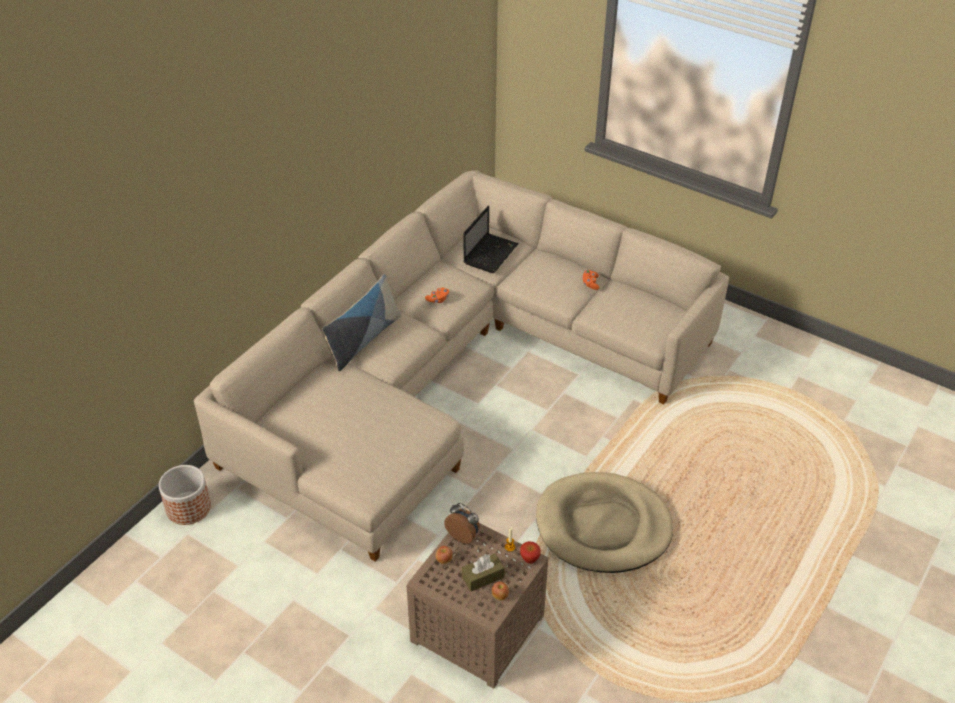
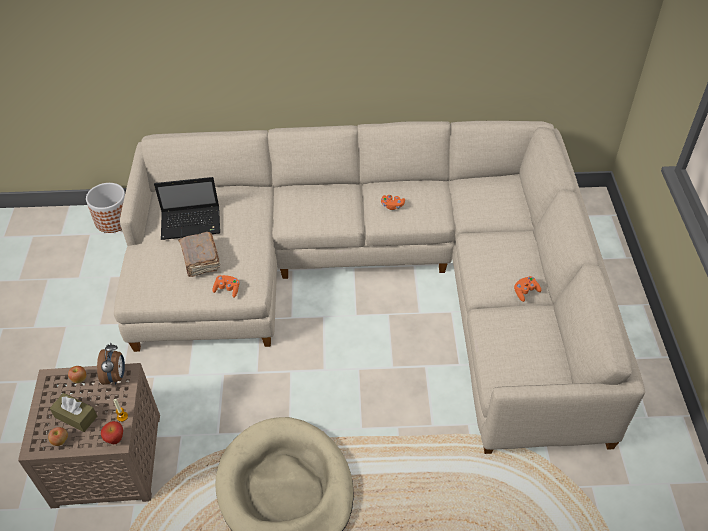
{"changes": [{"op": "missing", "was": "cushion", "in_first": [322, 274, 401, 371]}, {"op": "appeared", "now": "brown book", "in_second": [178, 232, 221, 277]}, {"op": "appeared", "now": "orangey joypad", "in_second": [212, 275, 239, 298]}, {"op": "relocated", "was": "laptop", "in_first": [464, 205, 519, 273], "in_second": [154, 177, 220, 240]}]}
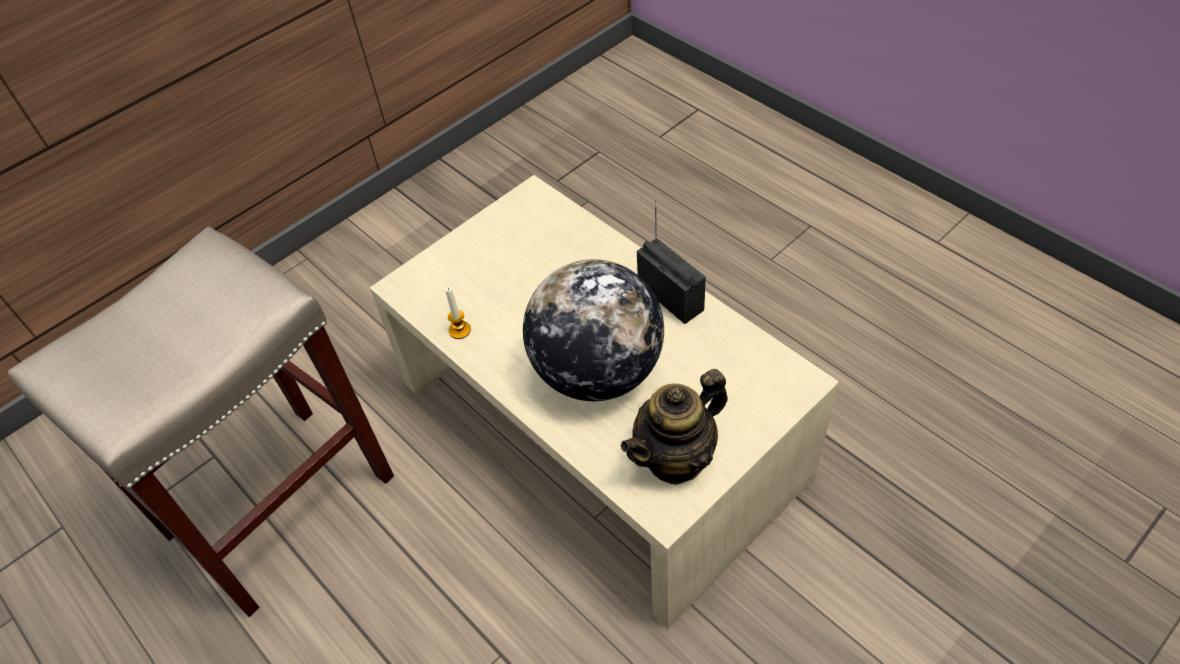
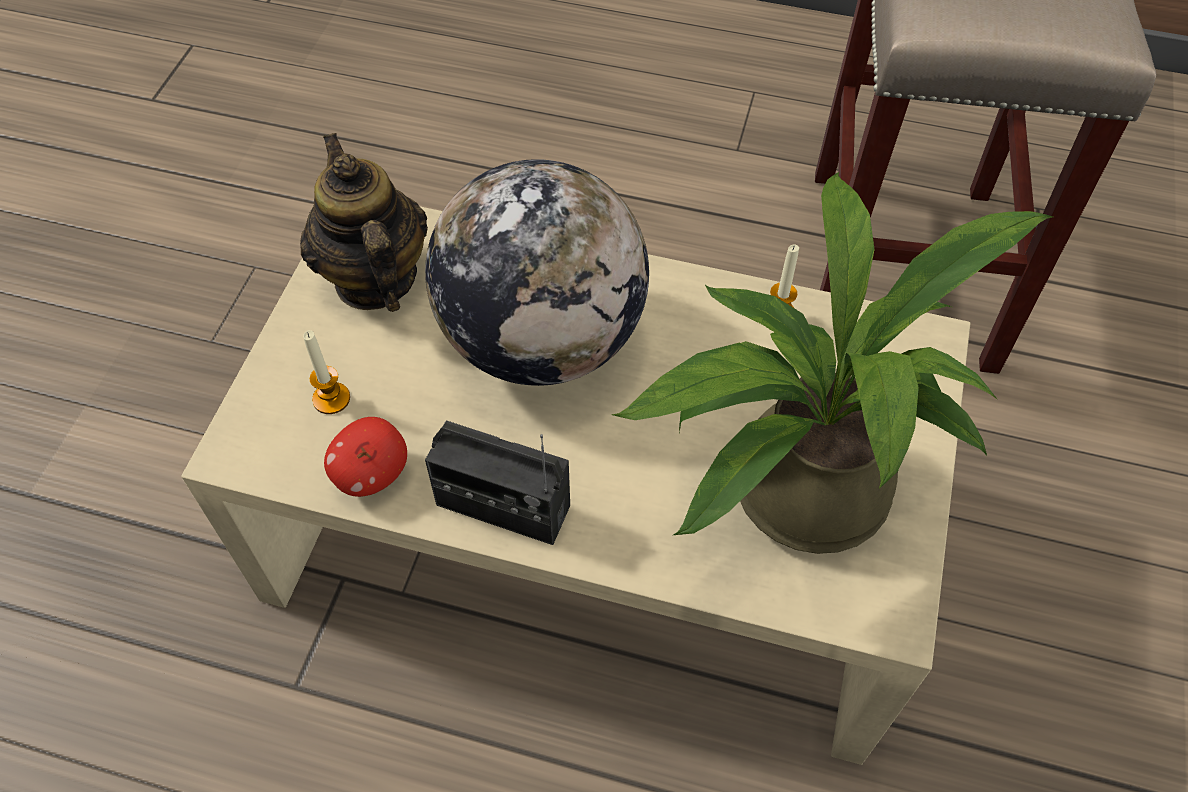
{"changes": [{"op": "appeared", "now": "wax light", "in_second": [303, 330, 350, 414]}, {"op": "appeared", "now": "whole apple", "in_second": [324, 417, 407, 497]}, {"op": "appeared", "now": "plant in a pot", "in_second": [612, 172, 1053, 554]}, {"op": "spun", "was": "tea pot", "in_first": [620, 369, 728, 485], "in_second": [300, 133, 428, 312], "clockwise": -45}]}
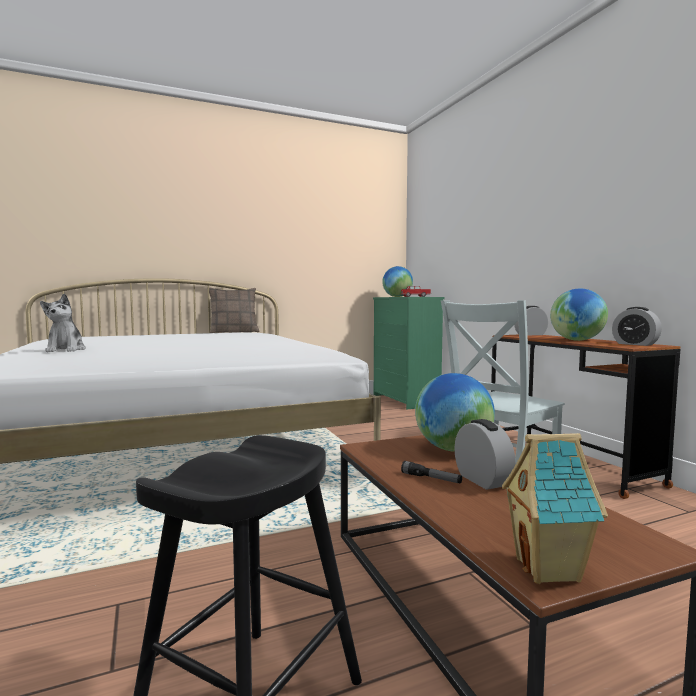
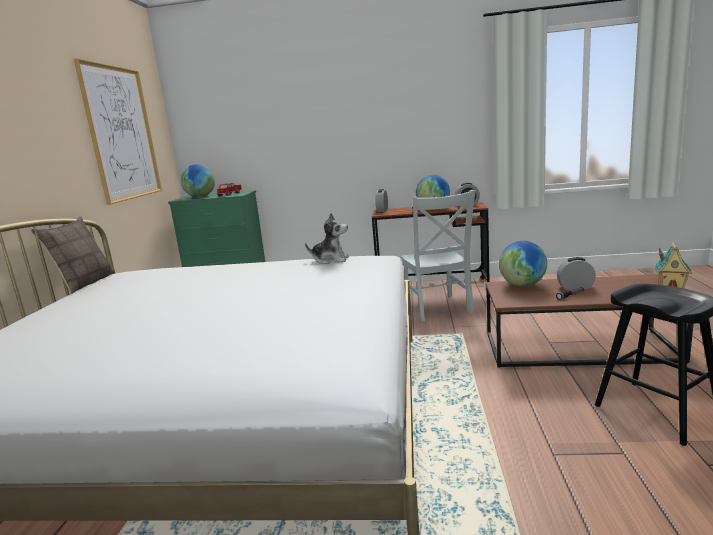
{"changes": [{"op": "appeared", "now": "wall art", "in_second": [74, 58, 162, 205]}, {"op": "relocated", "was": "cuddly toy", "in_first": [40, 294, 86, 352], "in_second": [305, 213, 349, 264]}]}
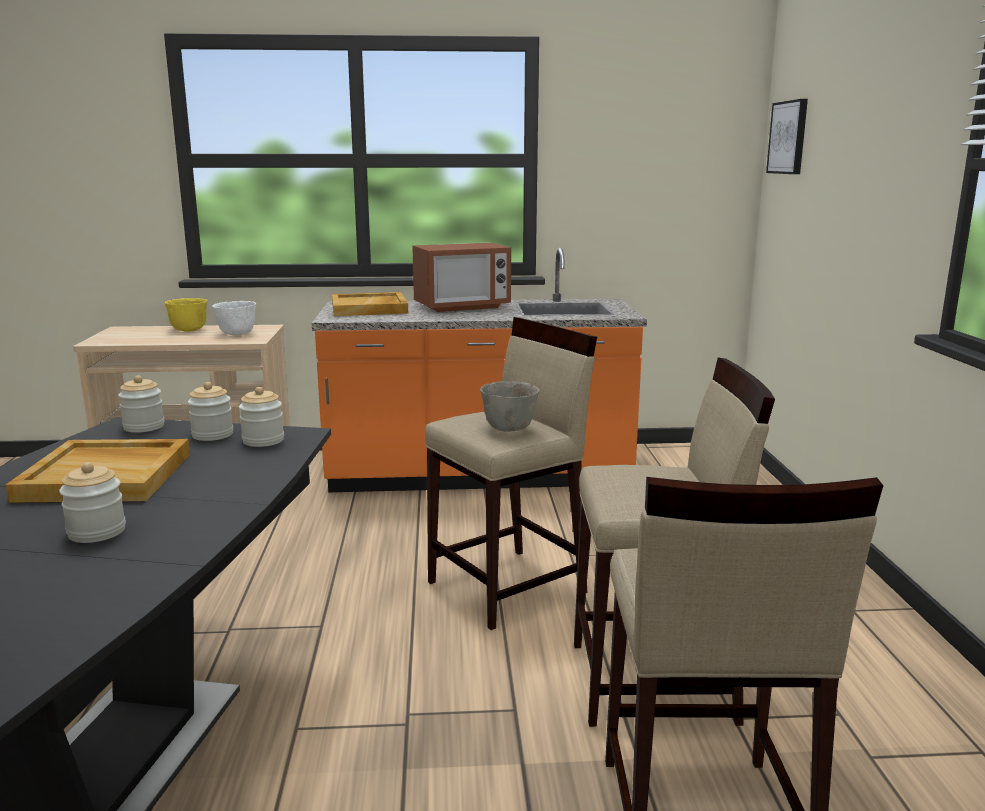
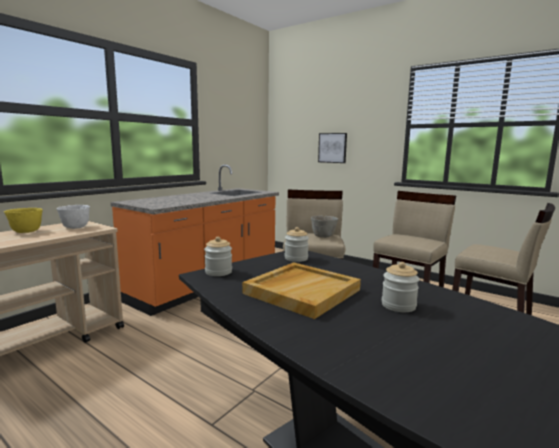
{"changes": [{"op": "missing", "was": "storage jar", "in_first": [188, 382, 233, 441]}, {"op": "missing", "was": "beige carrying tray", "in_first": [332, 292, 408, 316]}, {"op": "missing", "was": "microwave", "in_first": [412, 242, 511, 312]}, {"op": "relocated", "was": "wall art", "in_first": [766, 99, 808, 174], "in_second": [318, 133, 347, 163]}]}
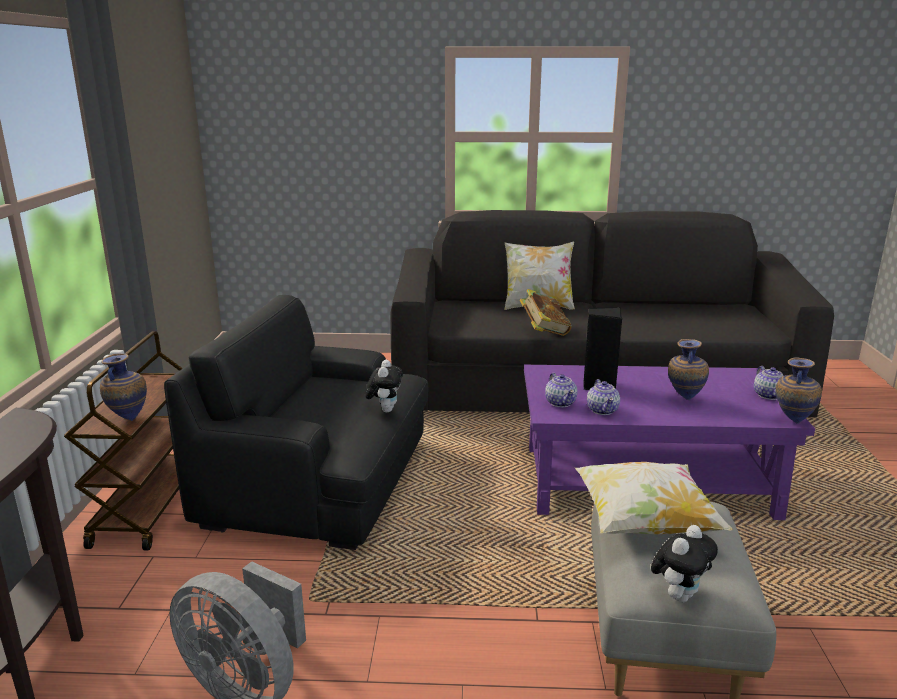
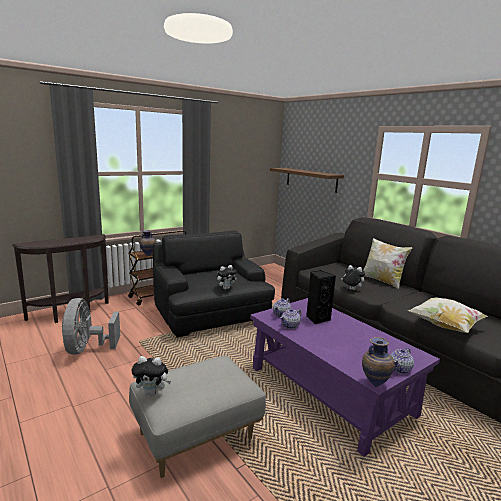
{"changes": [{"op": "missing", "was": "flower vase", "in_first": [668, 339, 709, 400]}, {"op": "appeared", "now": "brown shelf", "in_second": [270, 168, 344, 193]}, {"op": "relocated", "was": "cushion", "in_first": [575, 462, 733, 535], "in_second": [408, 297, 488, 333]}, {"op": "exchanged", "was": "book", "now": "cuddly toy", "in_first": [520, 289, 572, 336], "in_second": [341, 265, 365, 290]}]}
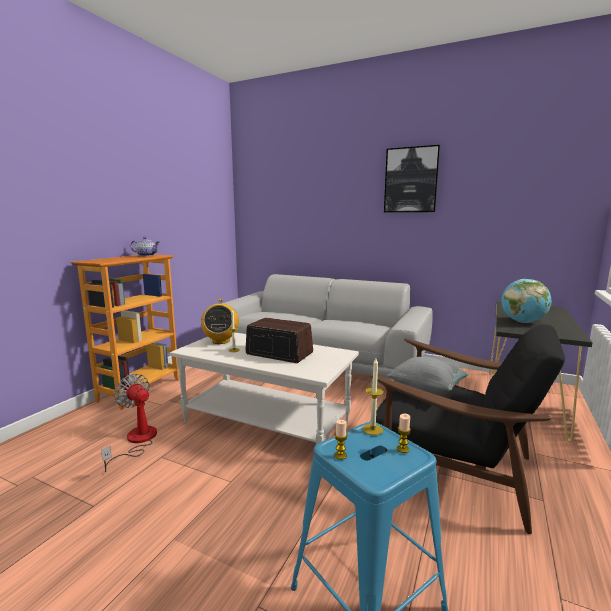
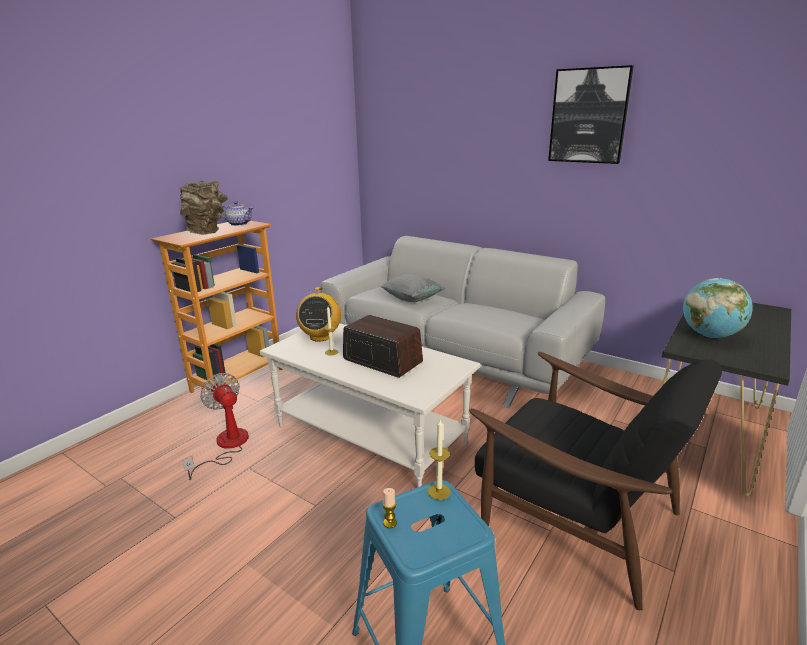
{"changes": [{"op": "missing", "was": "wax light", "in_first": [397, 414, 411, 453]}, {"op": "appeared", "now": "brown flower vase", "in_second": [180, 180, 228, 235]}, {"op": "relocated", "was": "greyish cushion", "in_first": [387, 357, 469, 395], "in_second": [381, 274, 445, 302]}]}
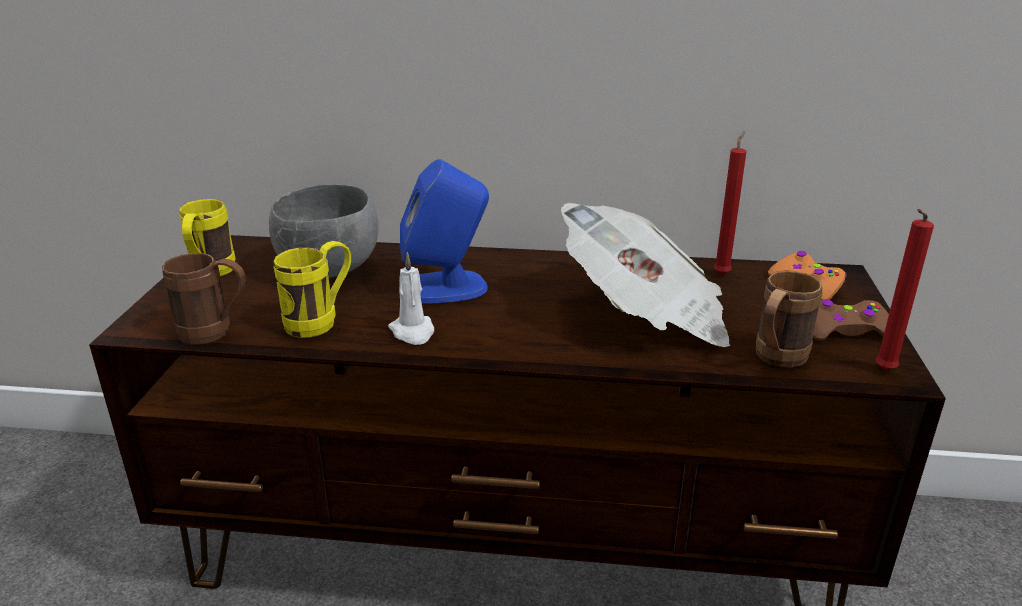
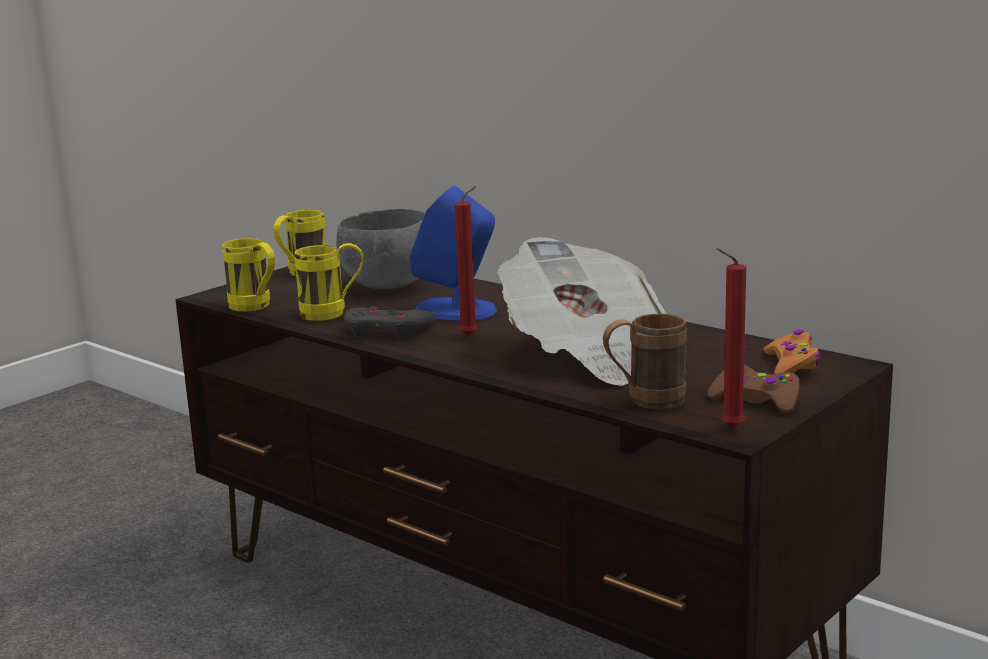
{"changes": [{"op": "relocated", "was": "red wax light", "in_first": [714, 131, 747, 275], "in_second": [455, 186, 478, 336]}, {"op": "exchanged", "was": "whitish wax light", "now": "greyish joypad", "in_first": [388, 252, 434, 345], "in_second": [344, 306, 435, 340]}, {"op": "colour", "was": "brown coffee mug", "now": "yellowish coffee mug", "in_first": [162, 253, 246, 345], "in_second": [222, 238, 275, 312]}]}
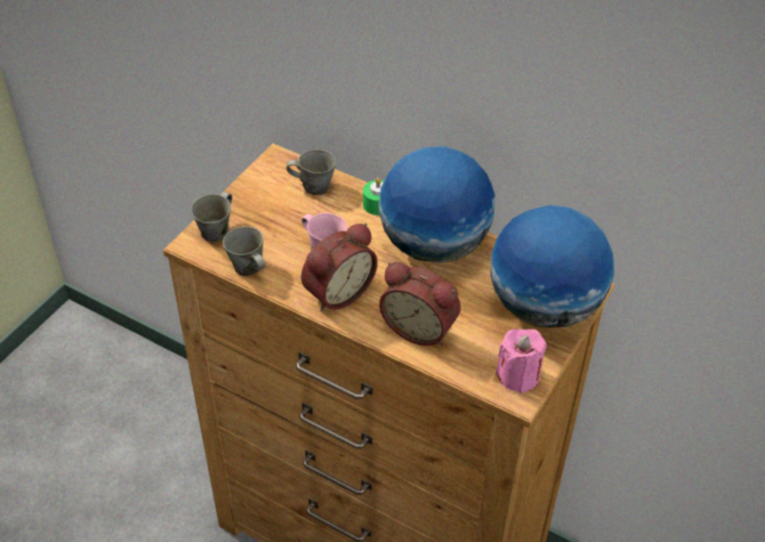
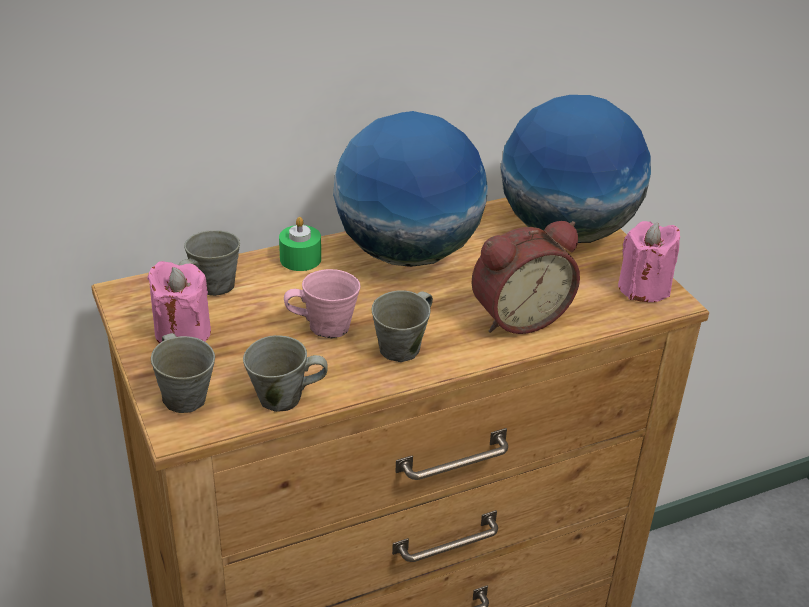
{"changes": [{"op": "appeared", "now": "pinkish wax light", "in_second": [147, 261, 211, 343]}, {"op": "exchanged", "was": "bedside clock", "now": "greyish coffee mug", "in_first": [301, 223, 378, 312], "in_second": [372, 290, 433, 362]}]}
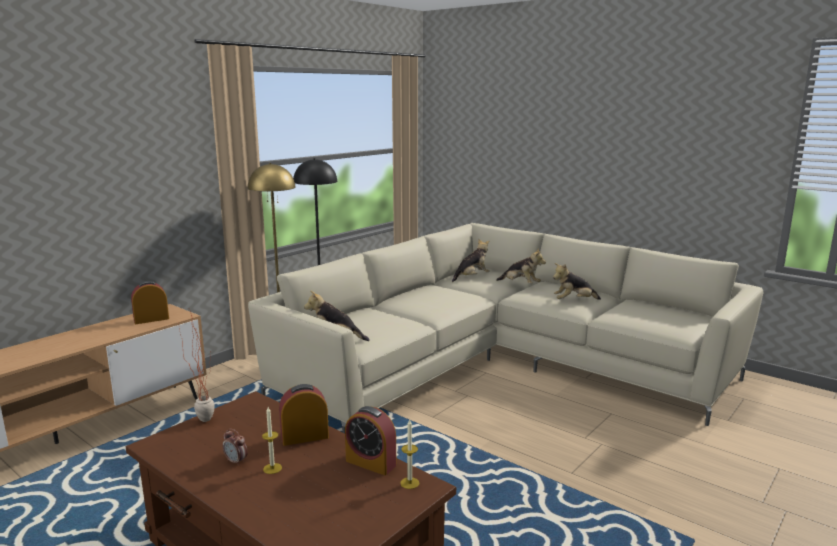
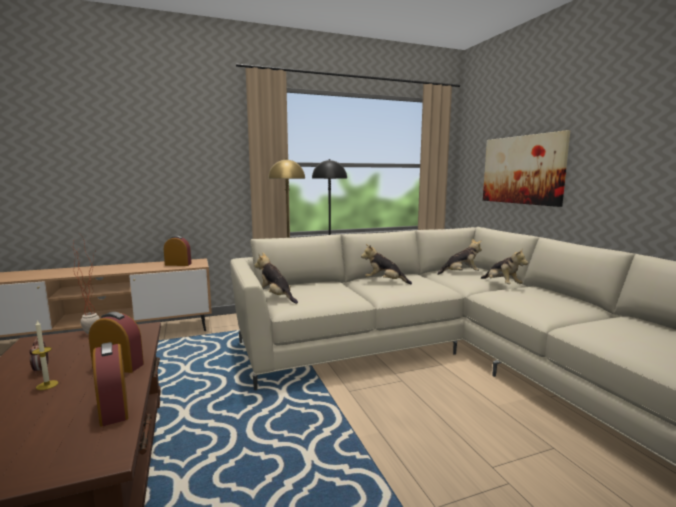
{"changes": [{"op": "missing", "was": "wax light", "in_first": [400, 419, 419, 489]}, {"op": "appeared", "now": "wall art", "in_second": [483, 130, 570, 207]}, {"op": "relocated", "was": "cuddly toy", "in_first": [553, 263, 601, 300], "in_second": [361, 244, 412, 284]}]}
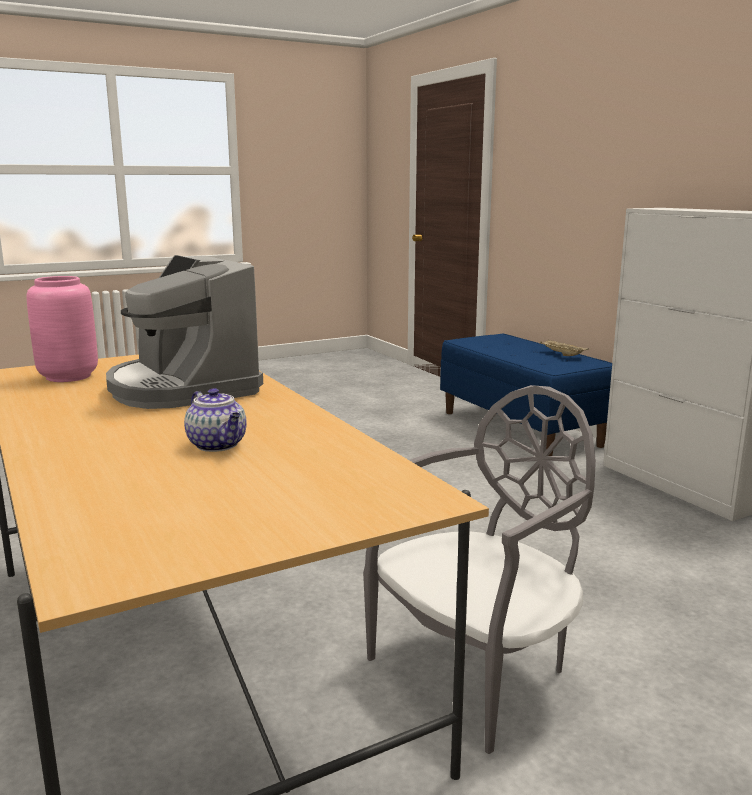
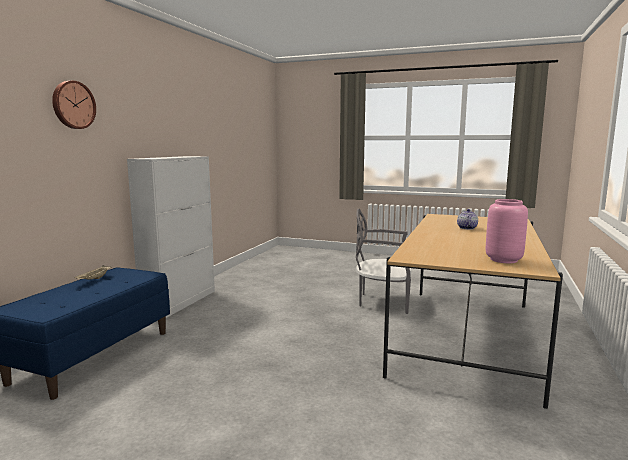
{"changes": [{"op": "missing", "was": "coffee brewer", "in_first": [106, 255, 263, 409]}, {"op": "appeared", "now": "clock on the wall", "in_second": [52, 81, 96, 129]}]}
